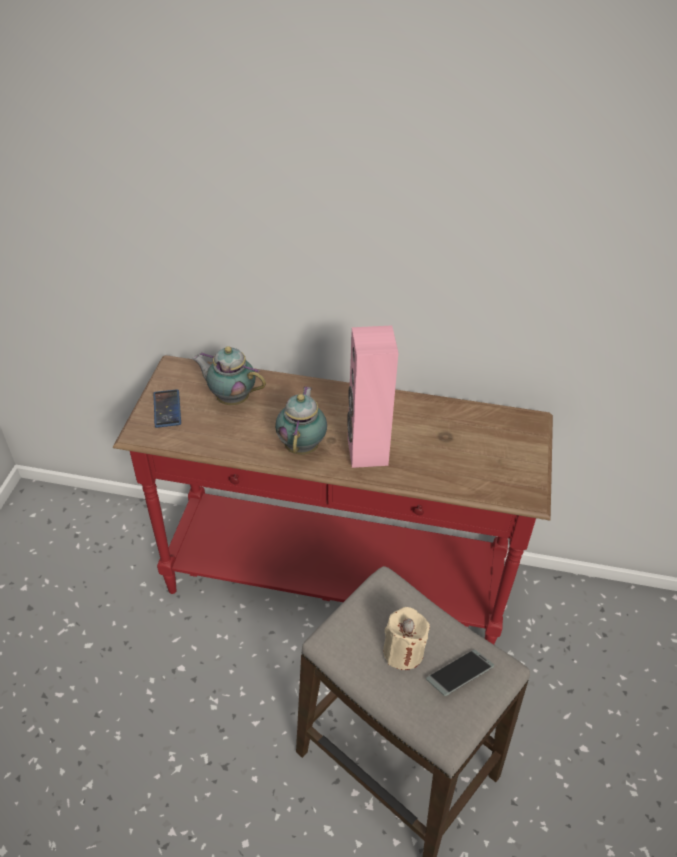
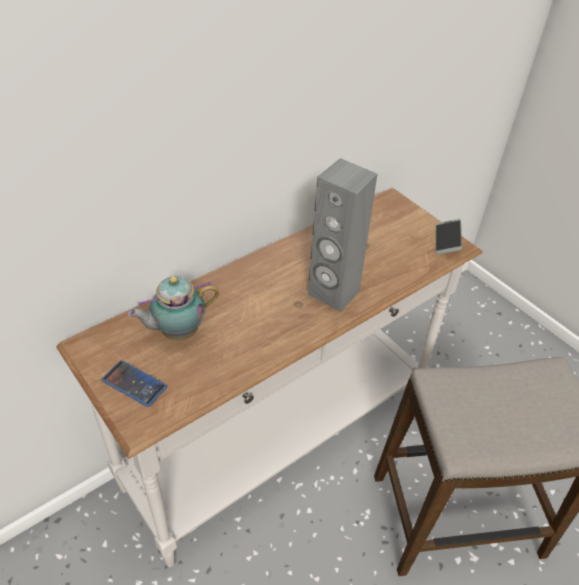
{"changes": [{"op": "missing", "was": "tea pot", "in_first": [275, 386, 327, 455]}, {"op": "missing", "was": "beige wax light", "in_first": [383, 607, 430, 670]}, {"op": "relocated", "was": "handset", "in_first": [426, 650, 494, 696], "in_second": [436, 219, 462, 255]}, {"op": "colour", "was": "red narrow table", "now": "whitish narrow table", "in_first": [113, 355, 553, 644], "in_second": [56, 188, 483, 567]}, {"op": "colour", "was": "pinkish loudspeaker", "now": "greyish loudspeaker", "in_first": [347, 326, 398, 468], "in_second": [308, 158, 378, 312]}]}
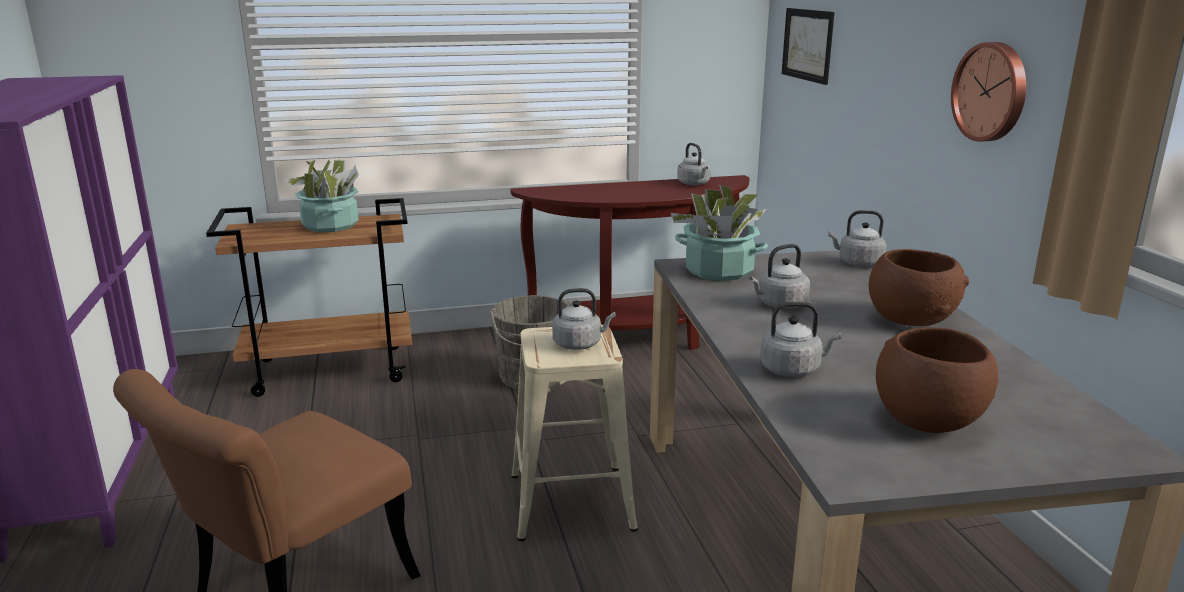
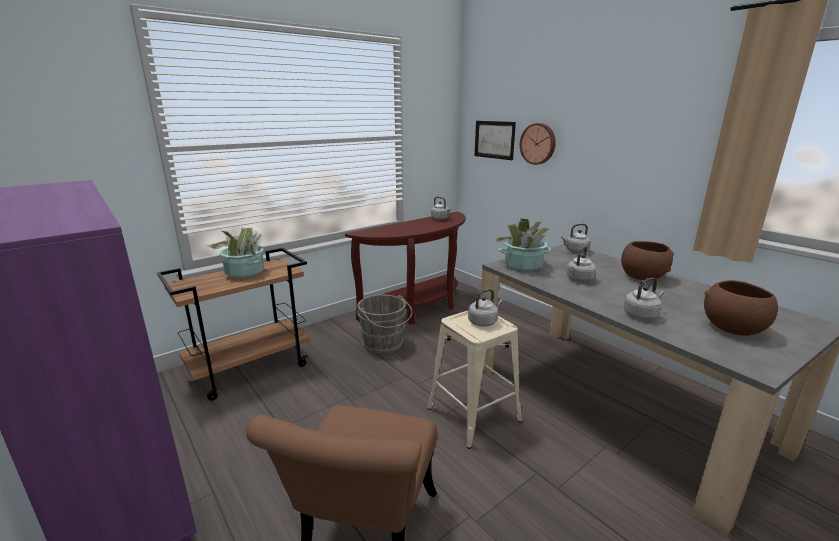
{"changes": [{"op": "relocated", "was": "clock on the wall", "in_first": [951, 42, 1026, 142], "in_second": [520, 123, 556, 165]}]}
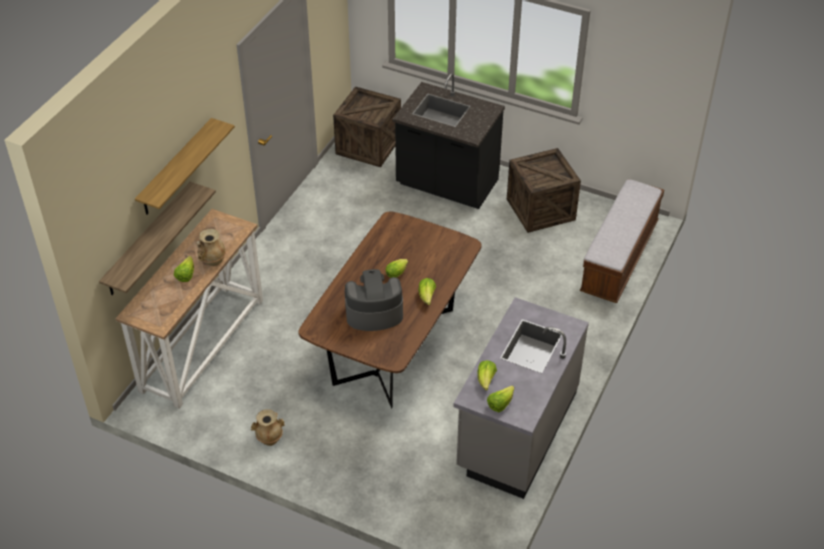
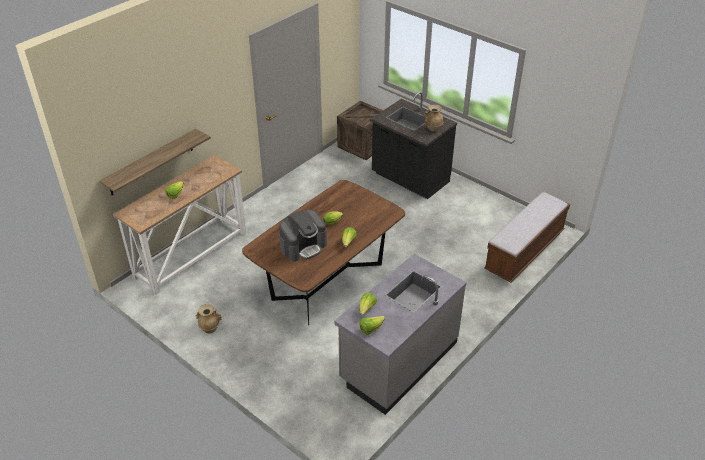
{"changes": [{"op": "missing", "was": "shelf", "in_first": [135, 118, 235, 215]}, {"op": "missing", "was": "packing crate", "in_first": [507, 148, 581, 233]}, {"op": "relocated", "was": "beige flower vase", "in_first": [196, 229, 226, 266], "in_second": [424, 104, 443, 132]}, {"op": "spun", "was": "coffee brewer", "in_first": [345, 269, 403, 331], "in_second": [279, 210, 327, 262], "clockwise": 135}]}
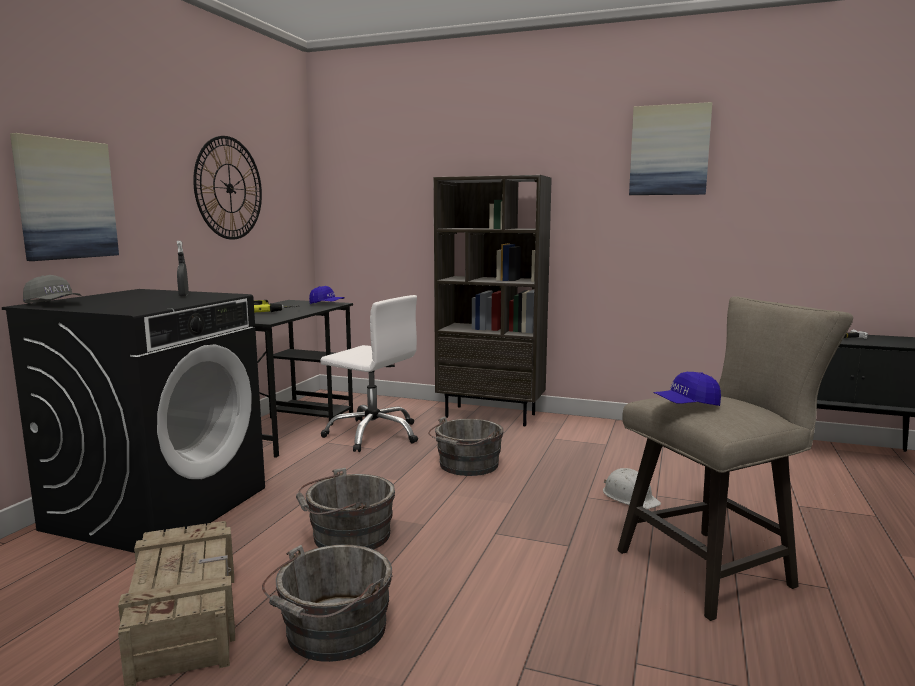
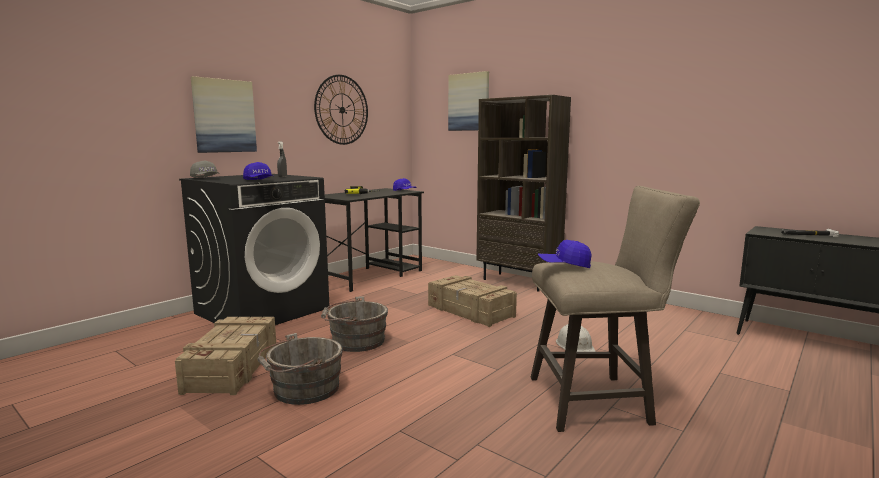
{"changes": [{"op": "missing", "was": "whitish office chair", "in_first": [320, 295, 418, 452]}, {"op": "appeared", "now": "blue-coloured baseball cap", "in_second": [243, 162, 273, 180]}, {"op": "relocated", "was": "wall art", "in_first": [629, 102, 712, 195], "in_second": [448, 71, 489, 131]}, {"op": "exchanged", "was": "greyish bucket", "now": "packing crate", "in_first": [428, 417, 504, 476], "in_second": [428, 275, 517, 327]}]}
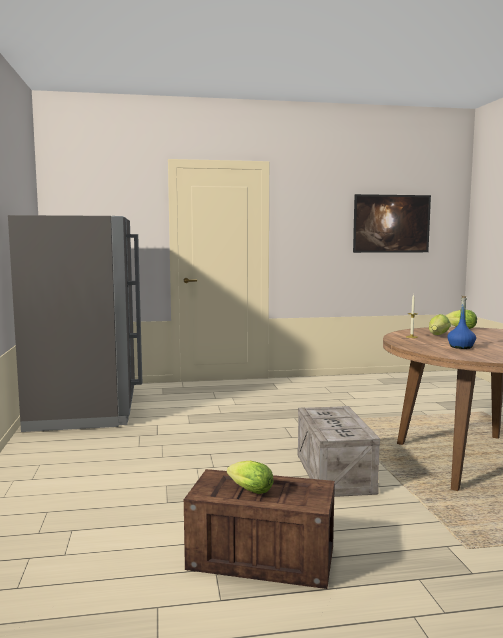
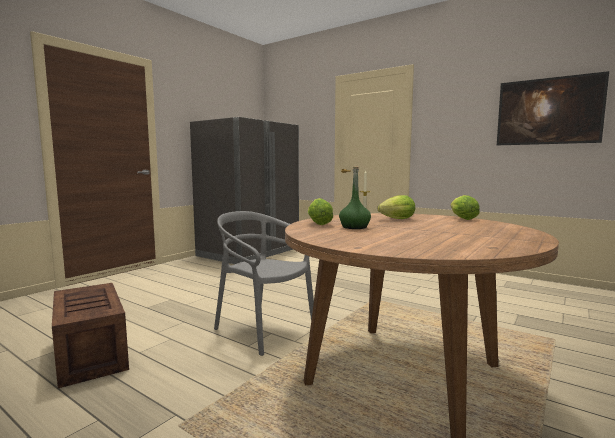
{"changes": [{"op": "relocated", "was": "lettuce", "in_first": [227, 461, 273, 494], "in_second": [308, 198, 333, 225]}, {"op": "exchanged", "was": "packing crate", "now": "greyish chair", "in_first": [297, 406, 380, 497], "in_second": [214, 211, 314, 356]}, {"op": "colour", "was": "blue-coloured drink bottle", "now": "green drink bottle", "in_first": [447, 296, 476, 349], "in_second": [339, 166, 371, 229]}]}
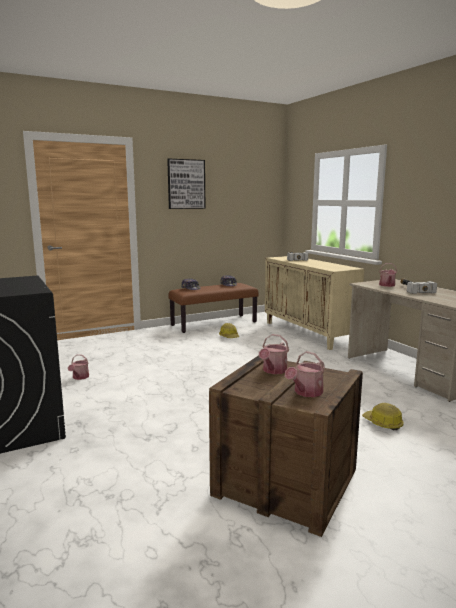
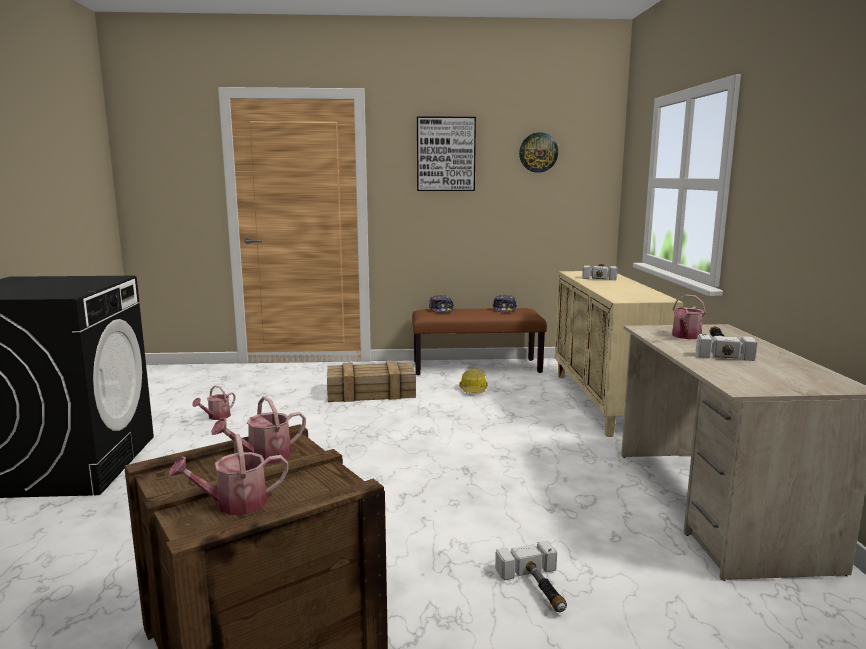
{"changes": [{"op": "appeared", "now": "packing crate", "in_second": [327, 361, 416, 402]}, {"op": "appeared", "now": "clock on the wall", "in_second": [519, 132, 558, 173]}, {"op": "exchanged", "was": "work helmet", "now": "hammer", "in_first": [362, 403, 404, 430], "in_second": [495, 541, 567, 613]}]}
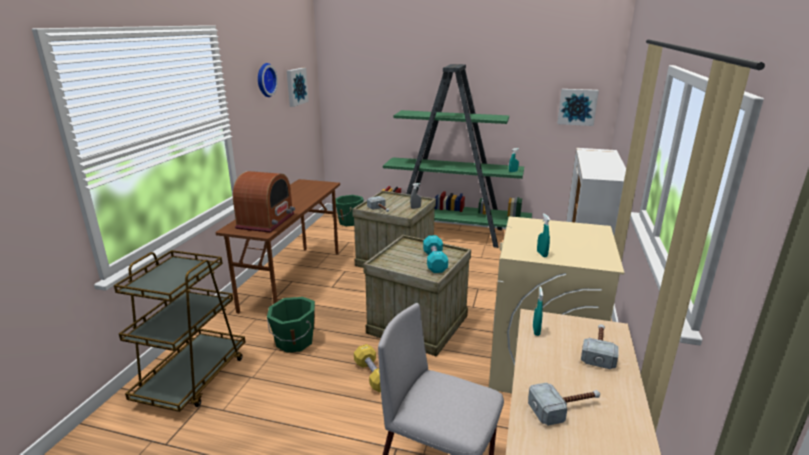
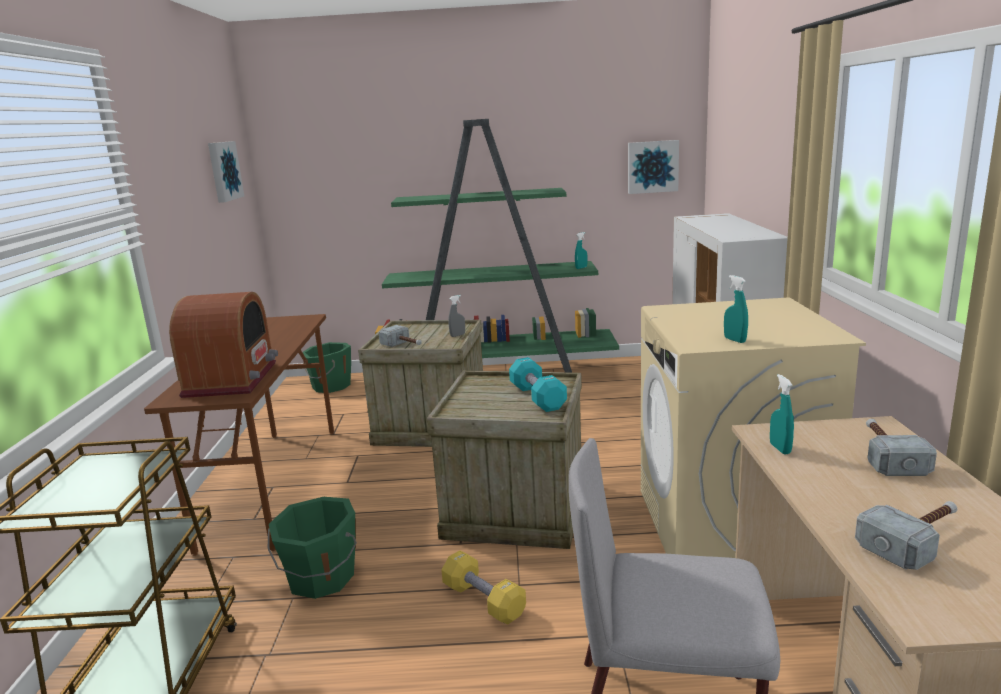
{"changes": [{"op": "missing", "was": "clock on the wall", "in_first": [258, 63, 278, 97]}]}
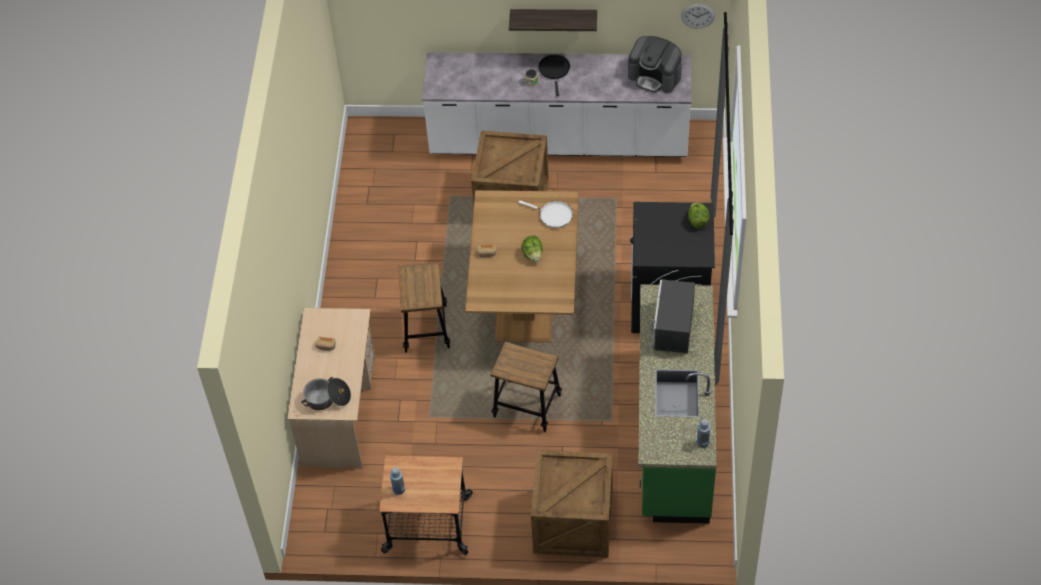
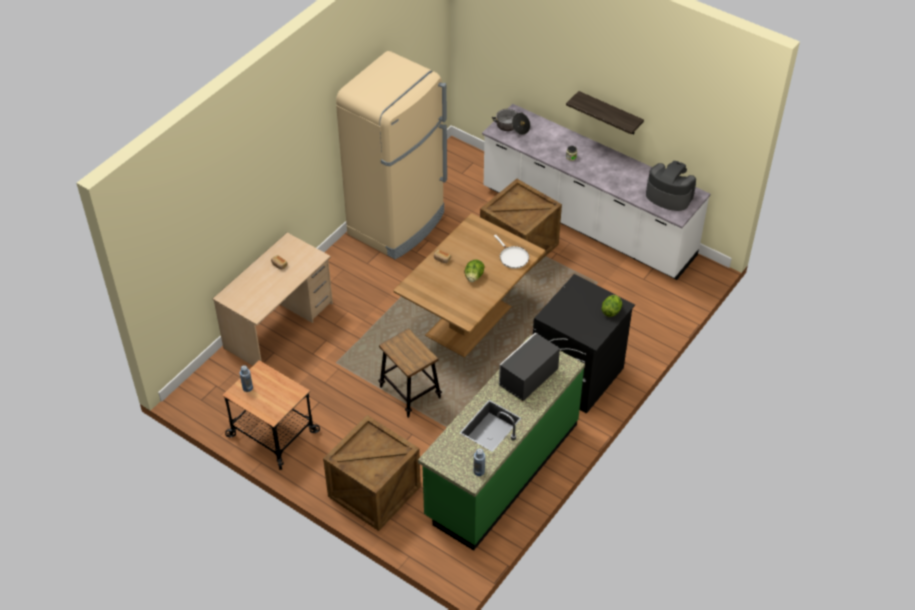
{"changes": [{"op": "missing", "was": "sitting stool", "in_first": [398, 263, 450, 353]}, {"op": "missing", "was": "blackish skillet", "in_first": [539, 55, 570, 96]}, {"op": "missing", "was": "clock on the wall", "in_first": [681, 4, 715, 28]}, {"op": "appeared", "now": "beige kitchen fridge", "in_second": [336, 51, 447, 259]}, {"op": "relocated", "was": "stockpot", "in_first": [301, 377, 351, 410], "in_second": [492, 109, 530, 135]}, {"op": "spun", "was": "coffee brewer", "in_first": [628, 36, 682, 93], "in_second": [646, 161, 696, 211], "clockwise": 150}]}
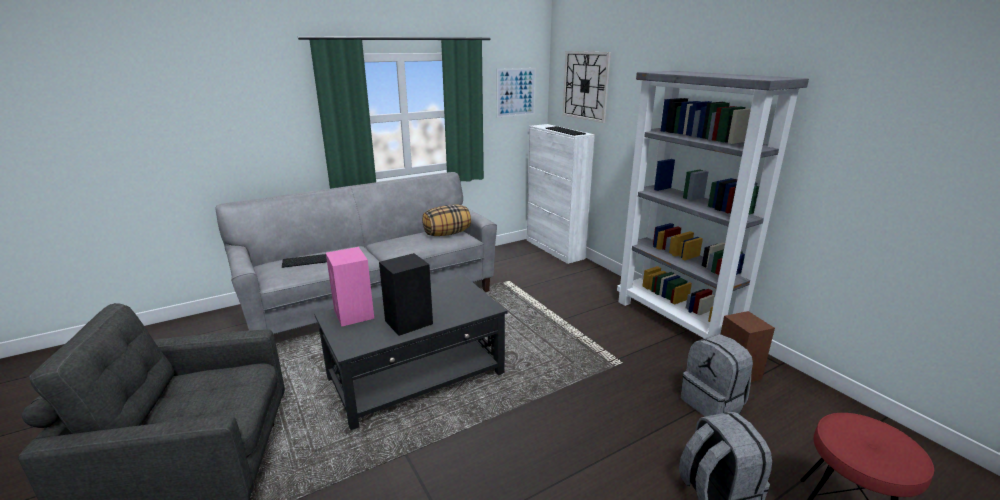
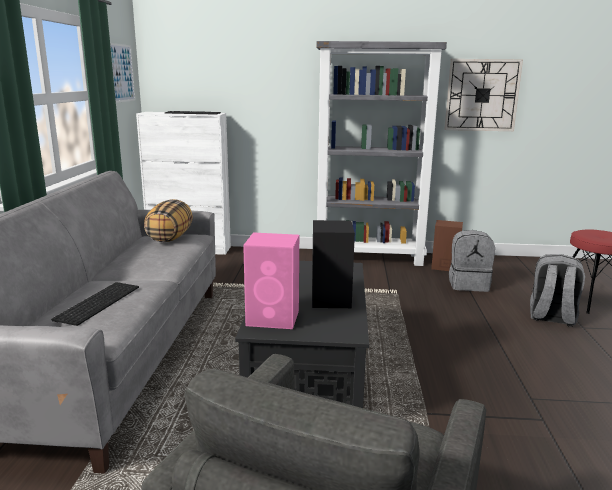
{"changes": [{"op": "relocated", "was": "clock on the wall", "in_first": [563, 51, 611, 123], "in_second": [444, 59, 523, 131]}]}
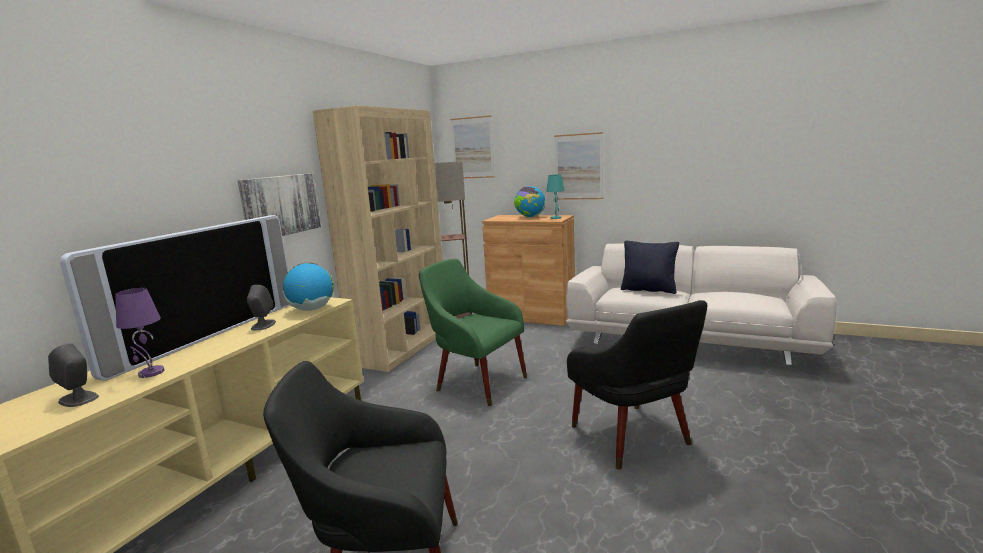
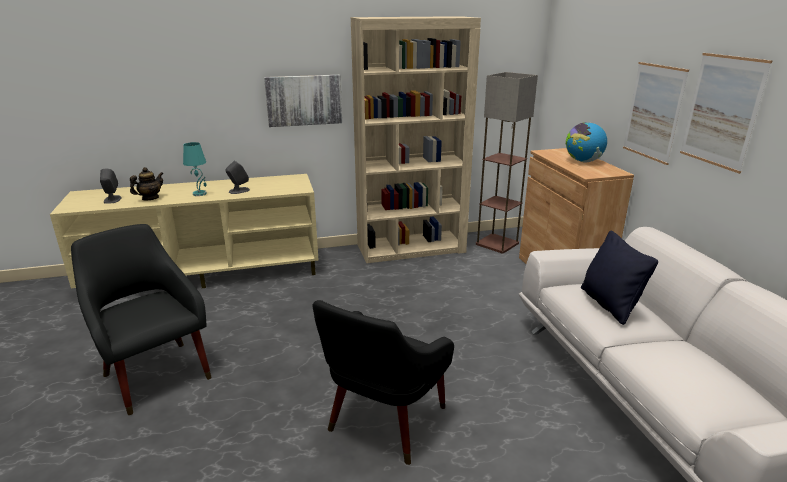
{"changes": [{"op": "missing", "was": "TV", "in_first": [60, 215, 290, 381]}, {"op": "missing", "was": "desk globe", "in_first": [283, 262, 334, 311]}, {"op": "missing", "was": "green easy chair", "in_first": [419, 259, 527, 406]}, {"op": "relocated", "was": "wall art", "in_first": [450, 115, 495, 178], "in_second": [680, 53, 772, 174]}, {"op": "relocated", "was": "turquoise-coloured table lamp", "in_first": [546, 175, 565, 219], "in_second": [183, 142, 207, 196]}, {"op": "exchanged", "was": "purple table lamp", "now": "tea pot", "in_first": [115, 288, 165, 378], "in_second": [130, 167, 164, 201]}]}
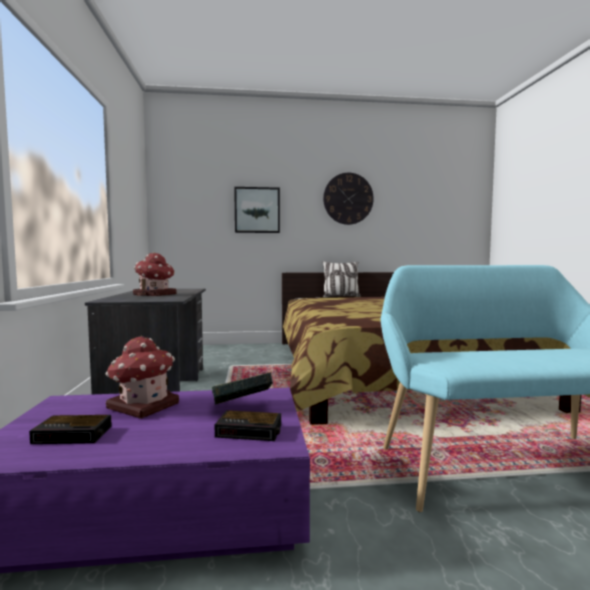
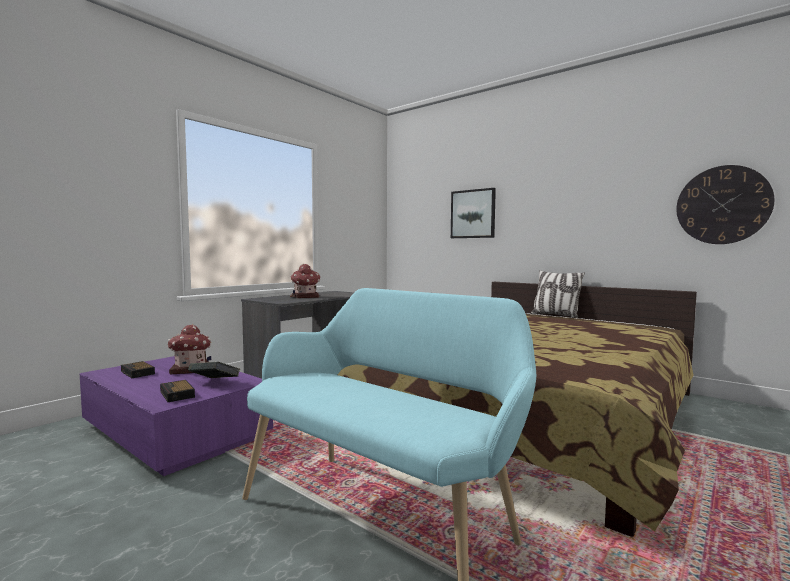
{"changes": [{"op": "relocated", "was": "clock on the wall", "in_first": [323, 173, 374, 225], "in_second": [676, 165, 774, 244]}]}
